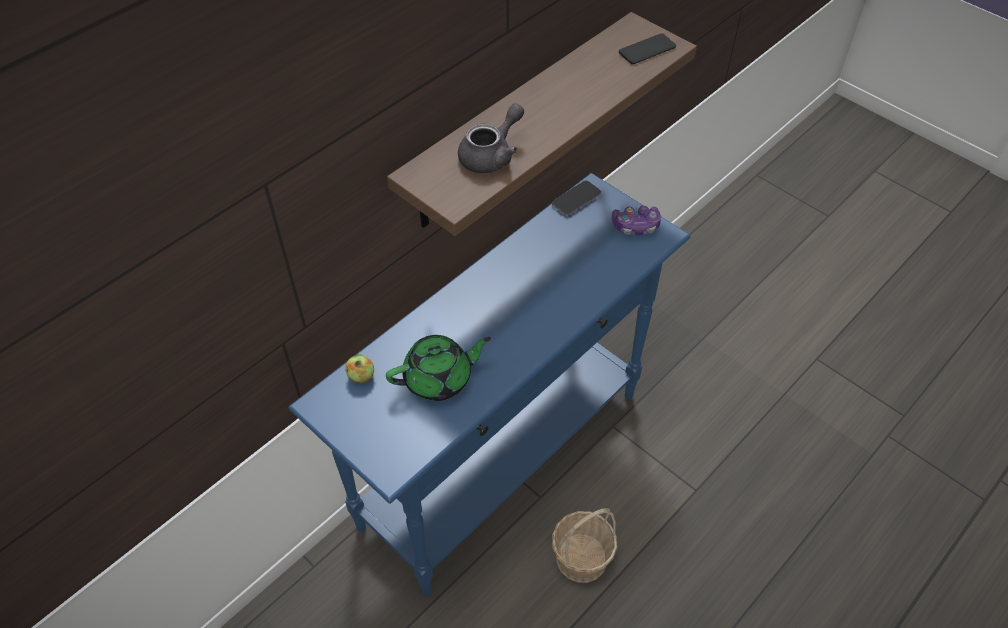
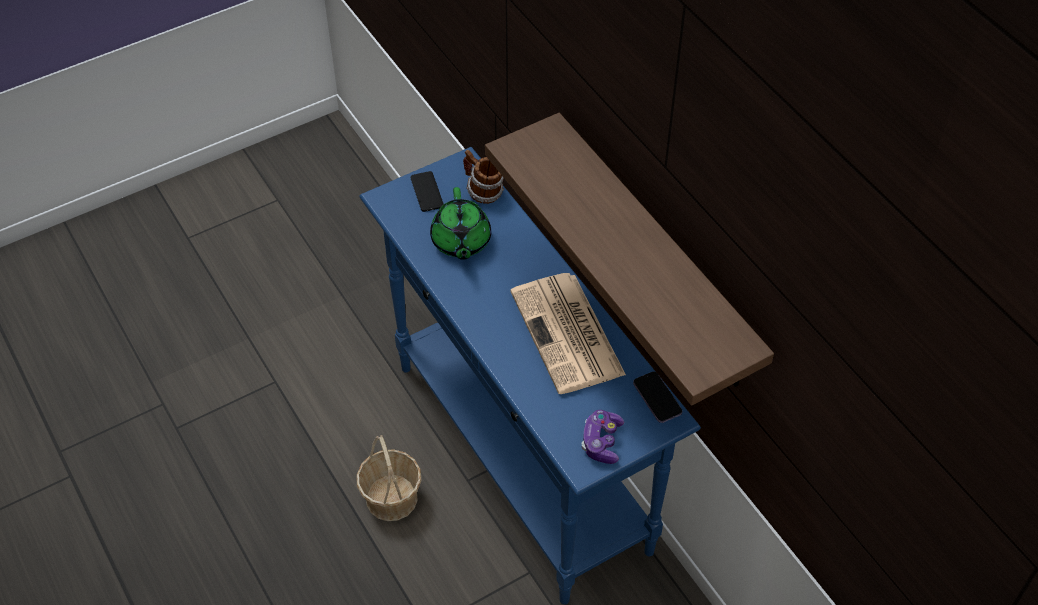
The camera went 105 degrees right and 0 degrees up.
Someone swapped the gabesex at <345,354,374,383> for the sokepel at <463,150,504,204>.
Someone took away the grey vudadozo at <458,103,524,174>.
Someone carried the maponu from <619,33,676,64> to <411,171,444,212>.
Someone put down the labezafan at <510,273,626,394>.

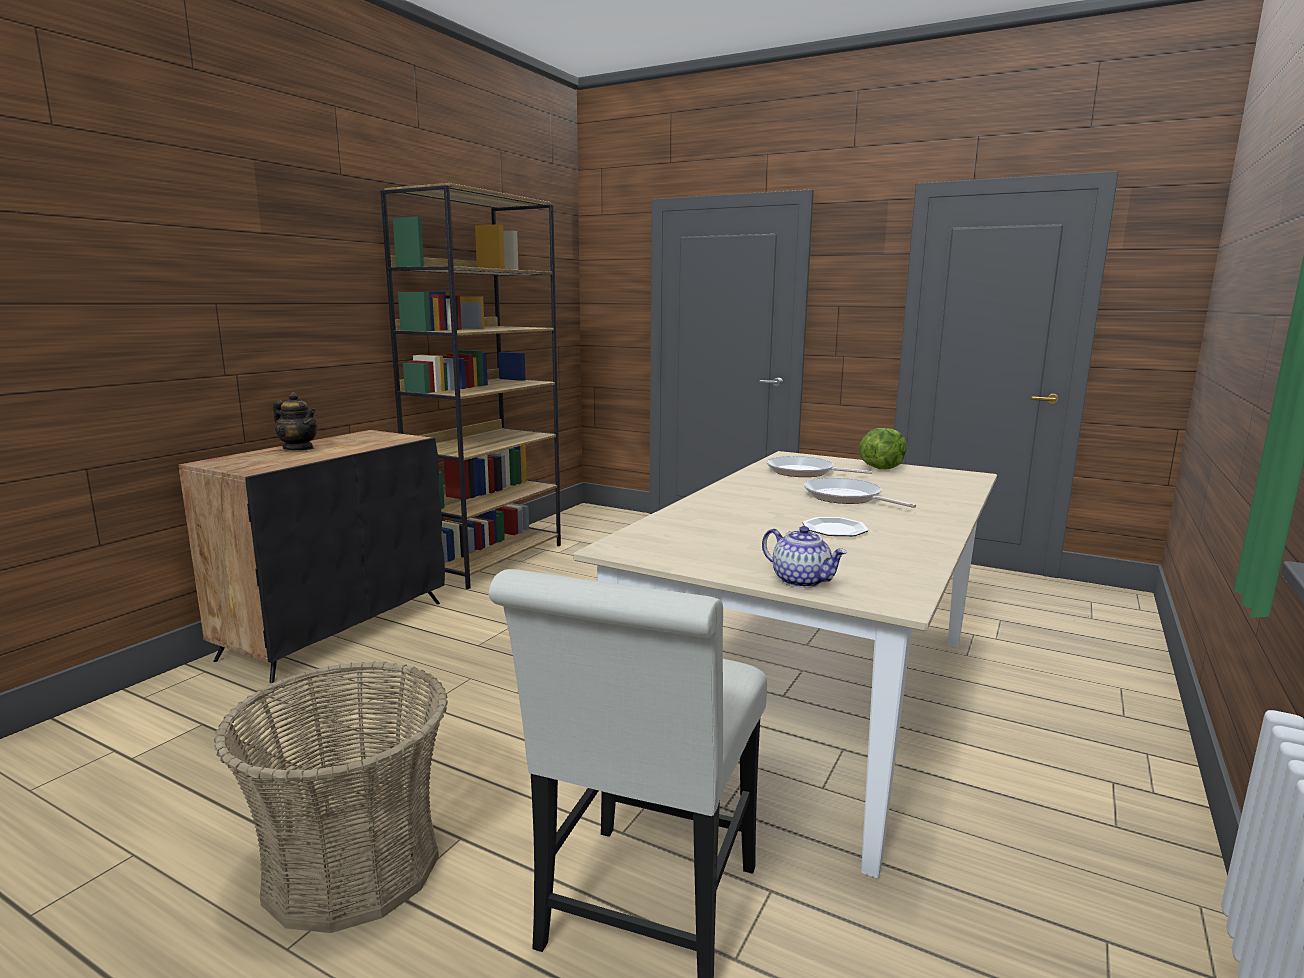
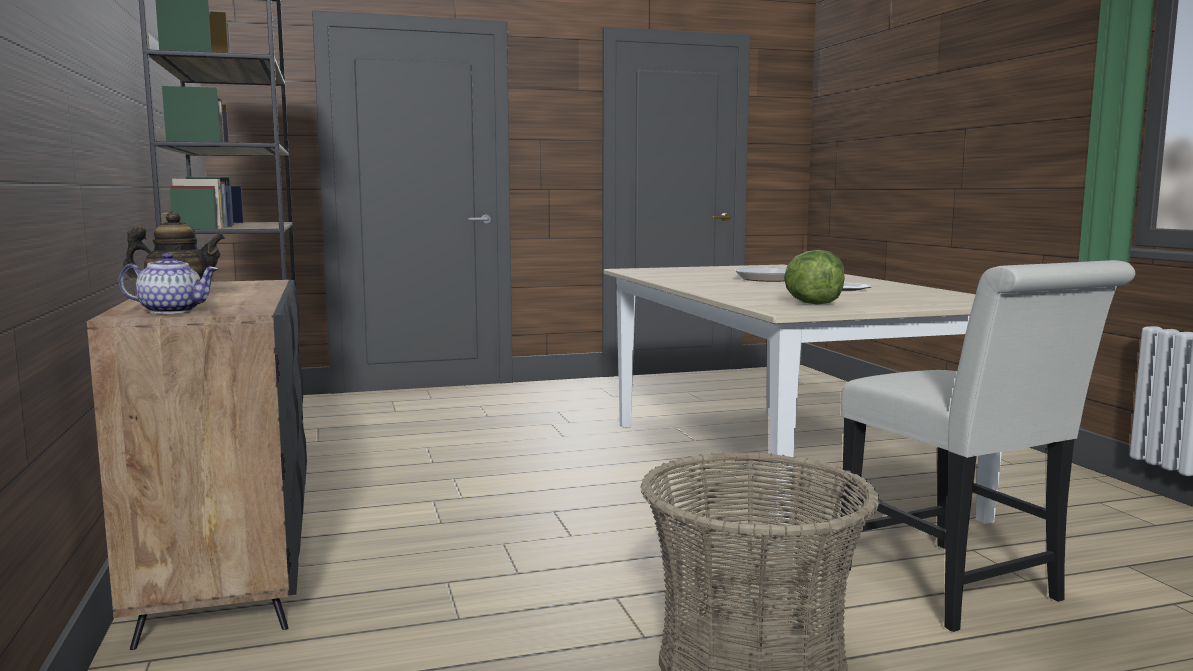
The camera went 45 degrees left and 5 degrees down.
Someone carried the vudadozo from <762,526,847,588> to <118,253,218,314>.
Someone took away the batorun at <766,456,872,477>.
Someone carried the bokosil from <859,428,906,469> to <784,250,845,305>.

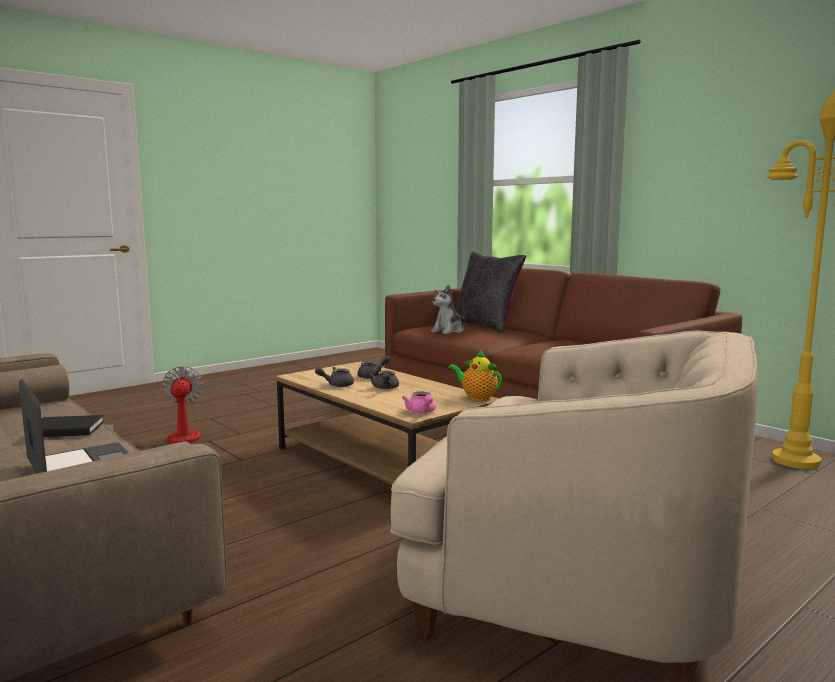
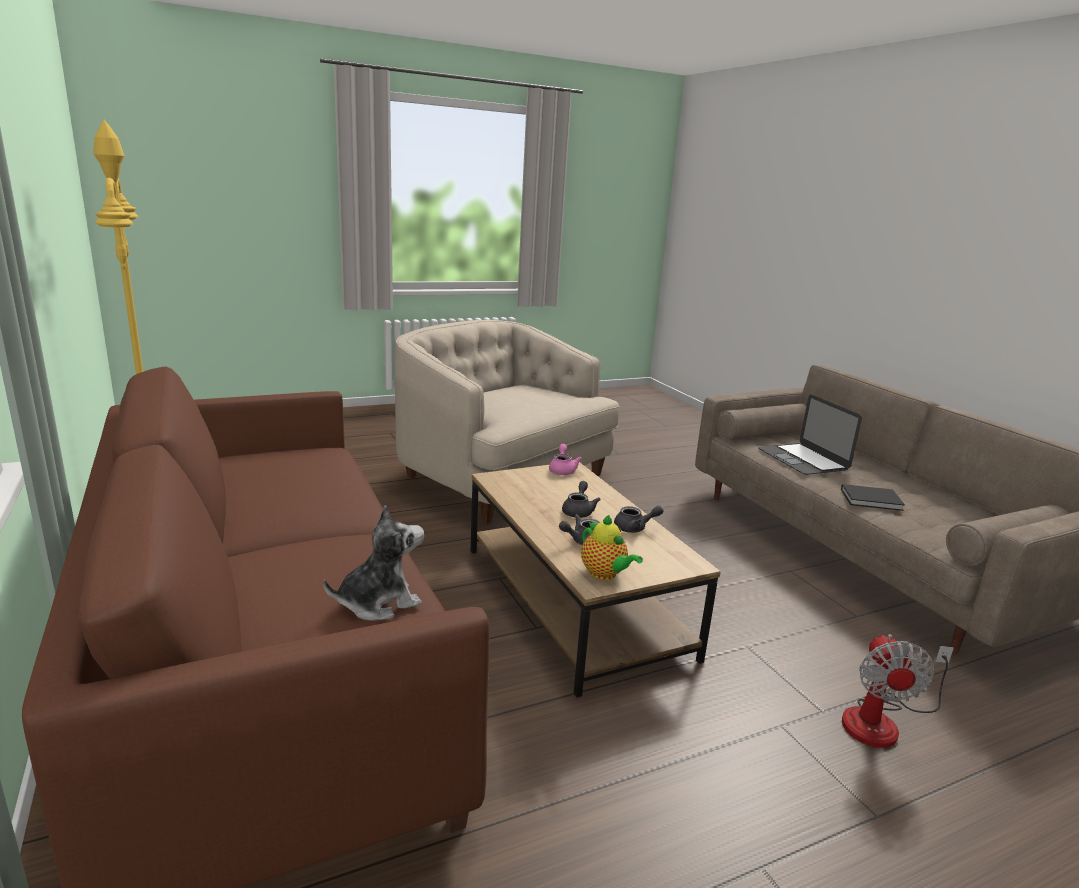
The camera went 165 degrees left and 10 degrees up.
Someone carried the vudadozo from <448,350,502,401> to <581,515,643,580>.
Someone took away the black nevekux at <455,252,526,332>.

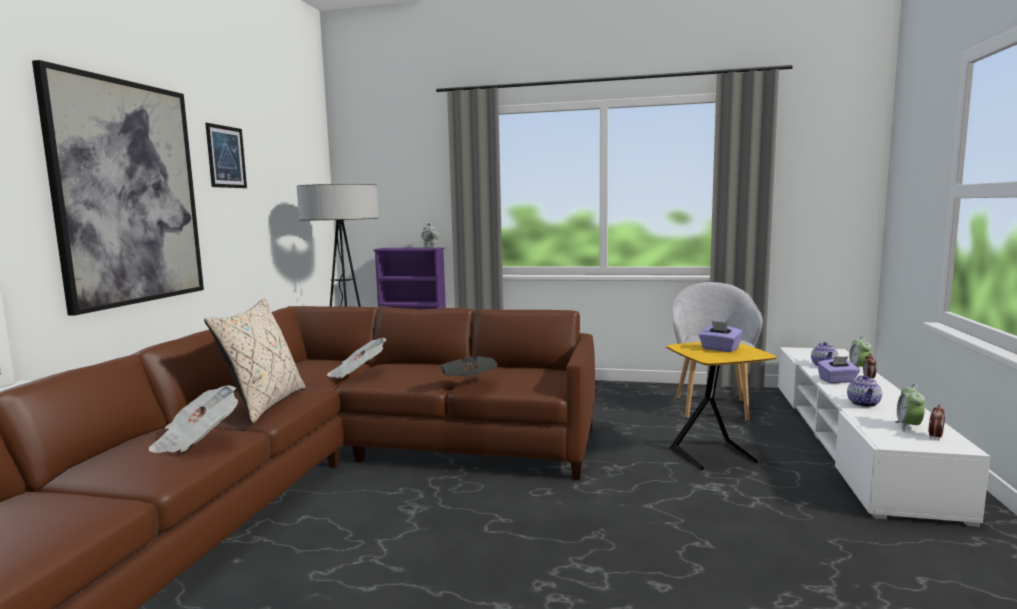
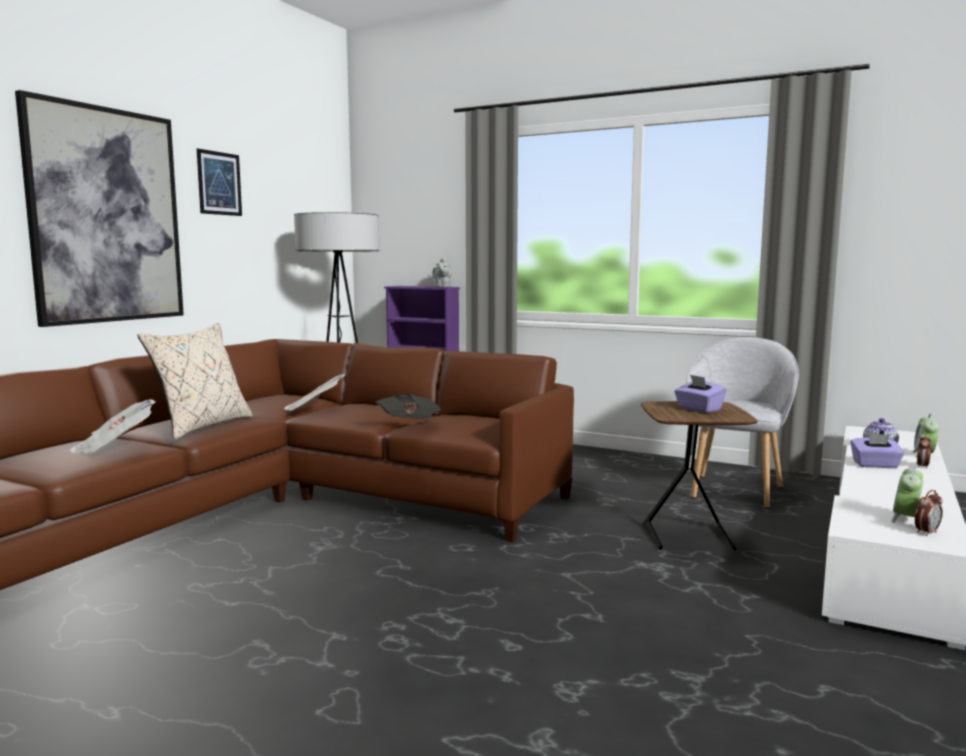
The camera went 15 degrees right and 0 degrees up.
Someone repainted the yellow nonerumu at <666,342,776,470>, which became the brown nonerumu at <641,401,757,551>.
Someone took away the vudadozo at <847,375,882,407>.

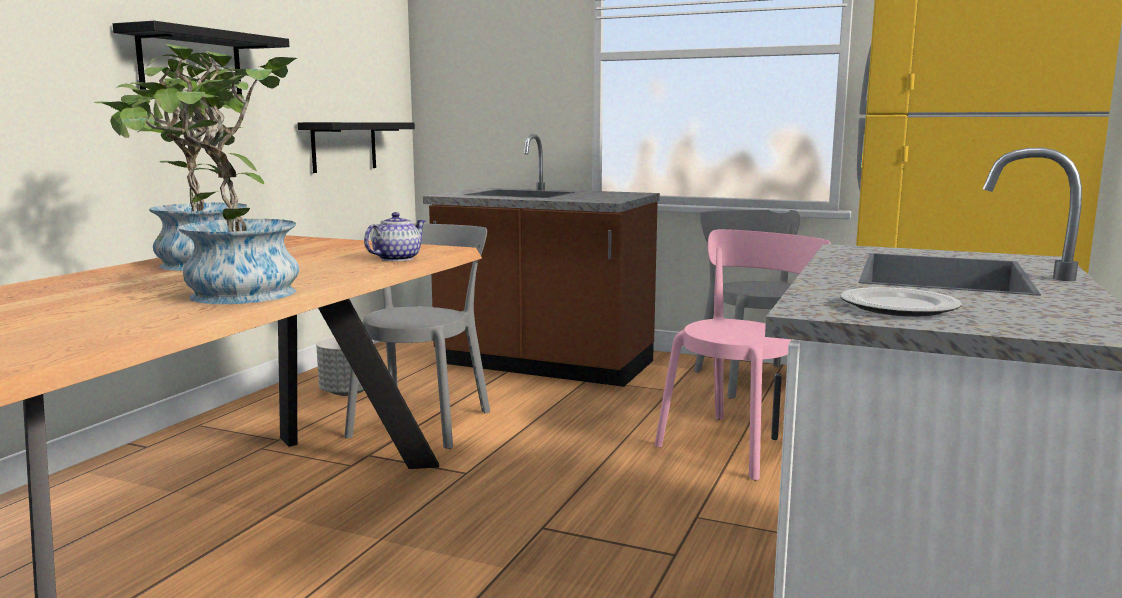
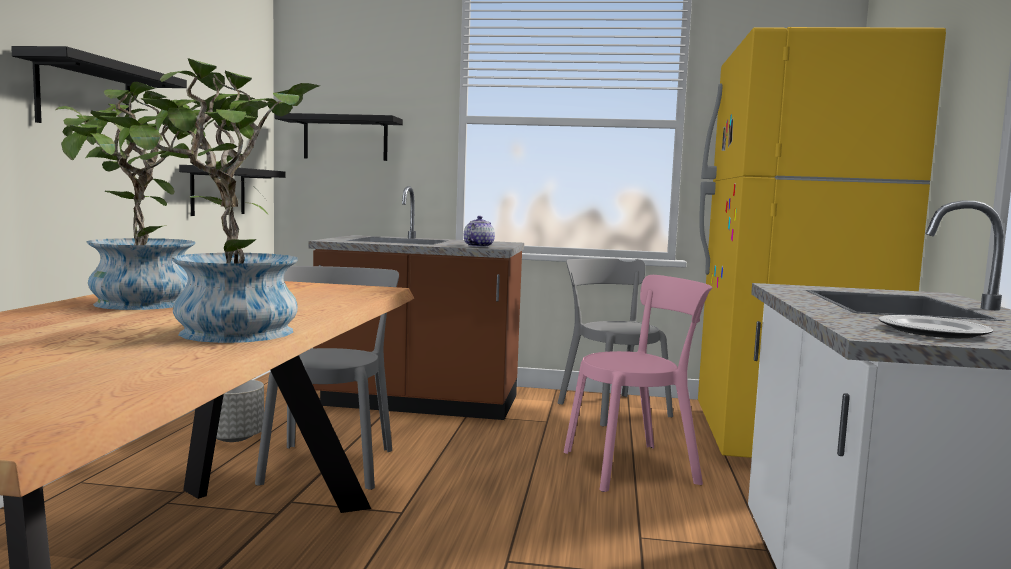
The camera went 15 degrees left and 5 degrees down.
Someone carried the vudadozo from <364,212,426,261> to <464,216,495,247>.
Someone rotated the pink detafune at <655,229,831,480> by 45 degrees clockwise.
Someone put up the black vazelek at <275,113,403,161>.

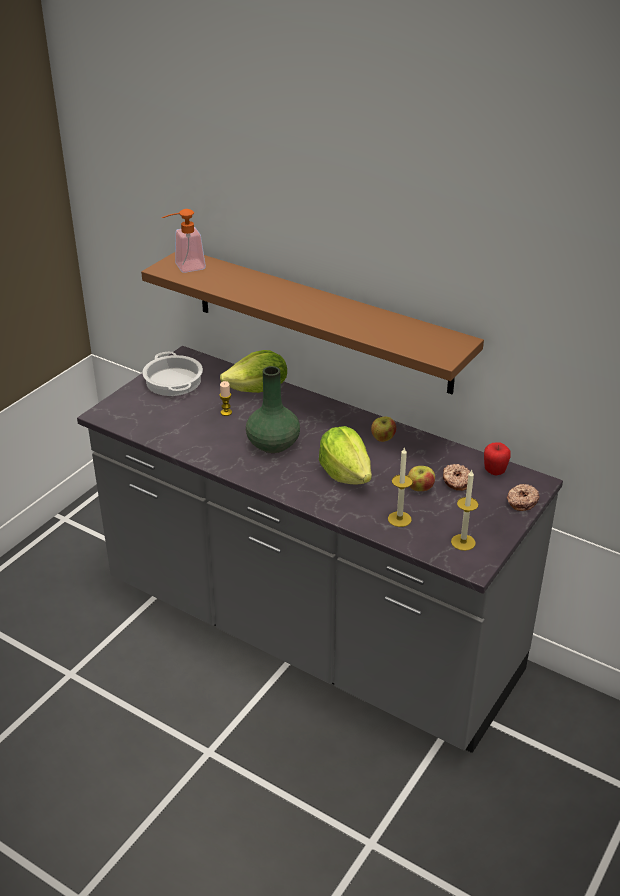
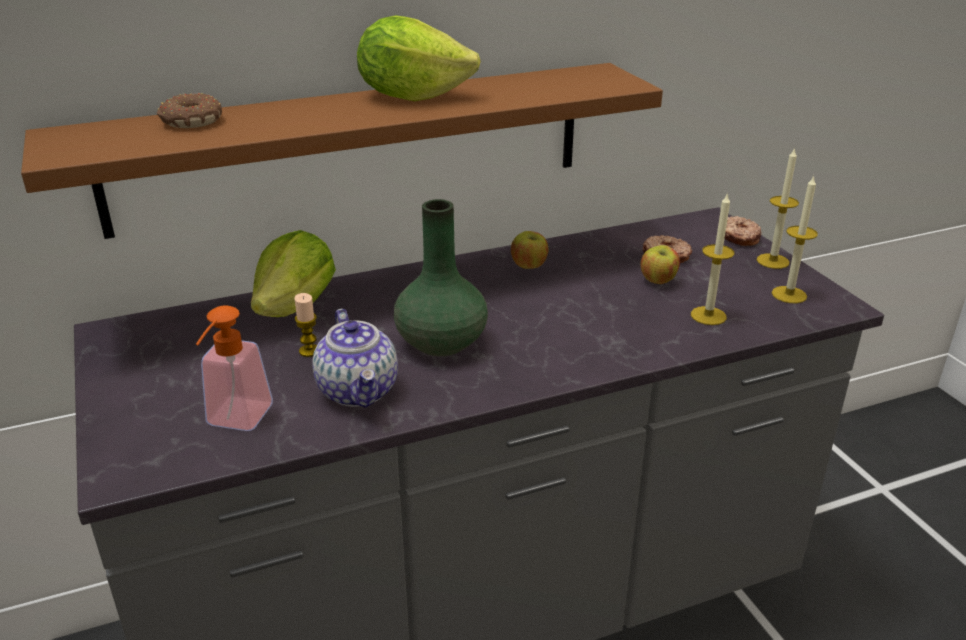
The camera went 55 degrees left and 5 degrees down.
Someone took away the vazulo at <142,352,203,396>.
Someone carried the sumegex from <162,209,206,273> to <196,306,273,431>.
Someone carried the bokosil from <319,426,372,485> to <357,15,481,101>.
Someone took away the gabesex at <484,442,511,475>.
Someone put down the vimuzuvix at <156,93,222,128>.
Someone put down the vudadozo at <312,309,398,408>.
Someone put down the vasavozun at <757,147,799,269>.

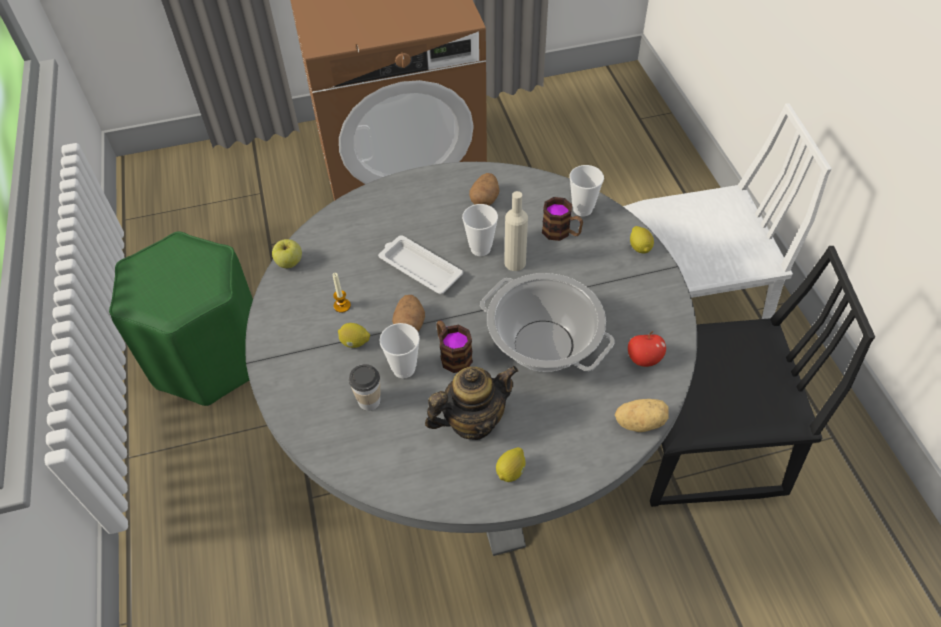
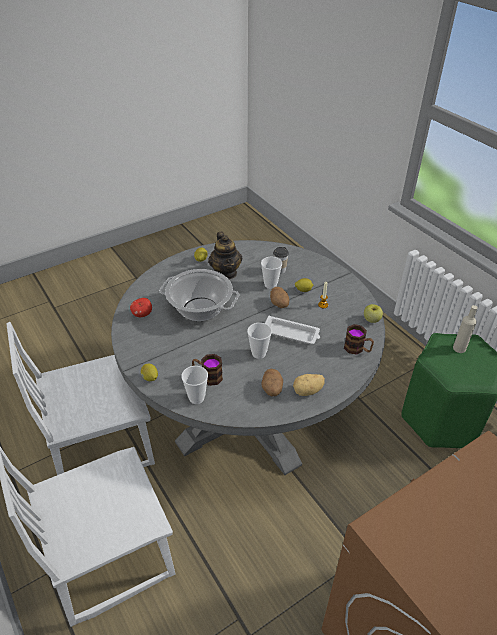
The camera went 160 degrees right and 10 degrees down.
Someone rotated the vudadozo at <425,366,518,440> by 60 degrees counterclockwise.
Someone carried the sokepel from <436,320,473,373> to <344,324,374,355>.
Someone carried the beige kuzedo from <504,191,528,271> to <453,305,478,353>.
Someone carried the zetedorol from <615,399,669,432> to <293,374,325,396>.
Someone repainted the black detafune at <650,246,875,507>, which became the white detafune at <6,322,155,475>.

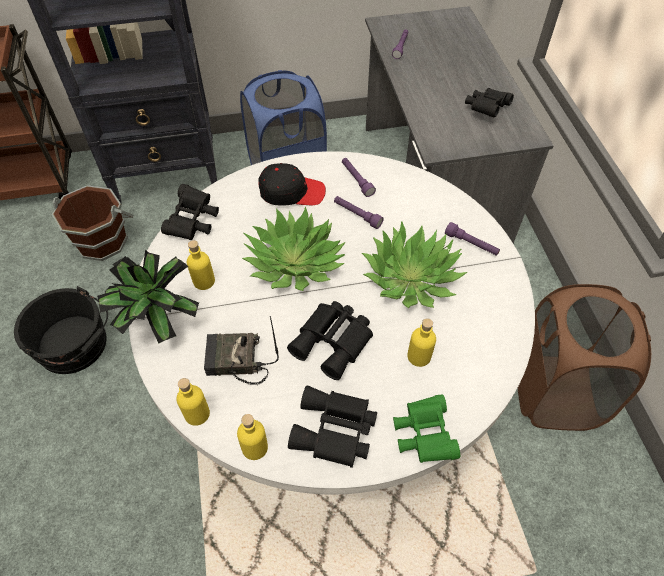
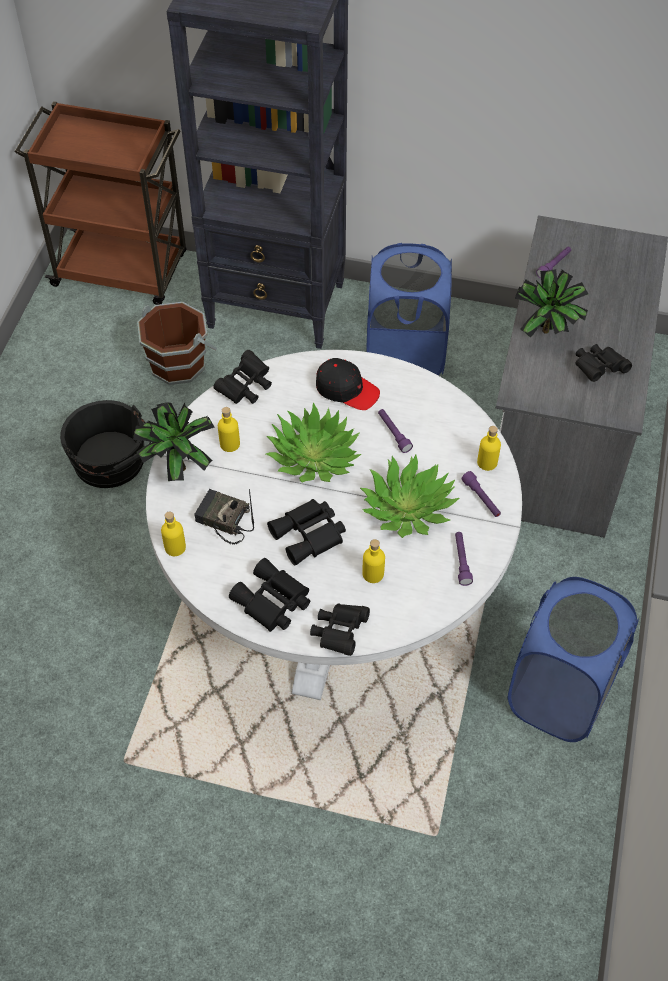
The camera went 25 degrees right and 0 degrees up.
Someone carried the yellow kuzedo from <237,414,268,460> to <477,426,501,471>.
Someone carried the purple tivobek from <342,158,376,197> to <455,532,473,586>.
Someone repainted the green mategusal at <393,394,460,463>, which became the black mategusal at <310,603,370,656>.
Someone repainted the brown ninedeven at <518,284,651,431>, which became the blue ninedeven at <507,577,639,742>.
Someone put down the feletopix at <514,269,588,338>.

